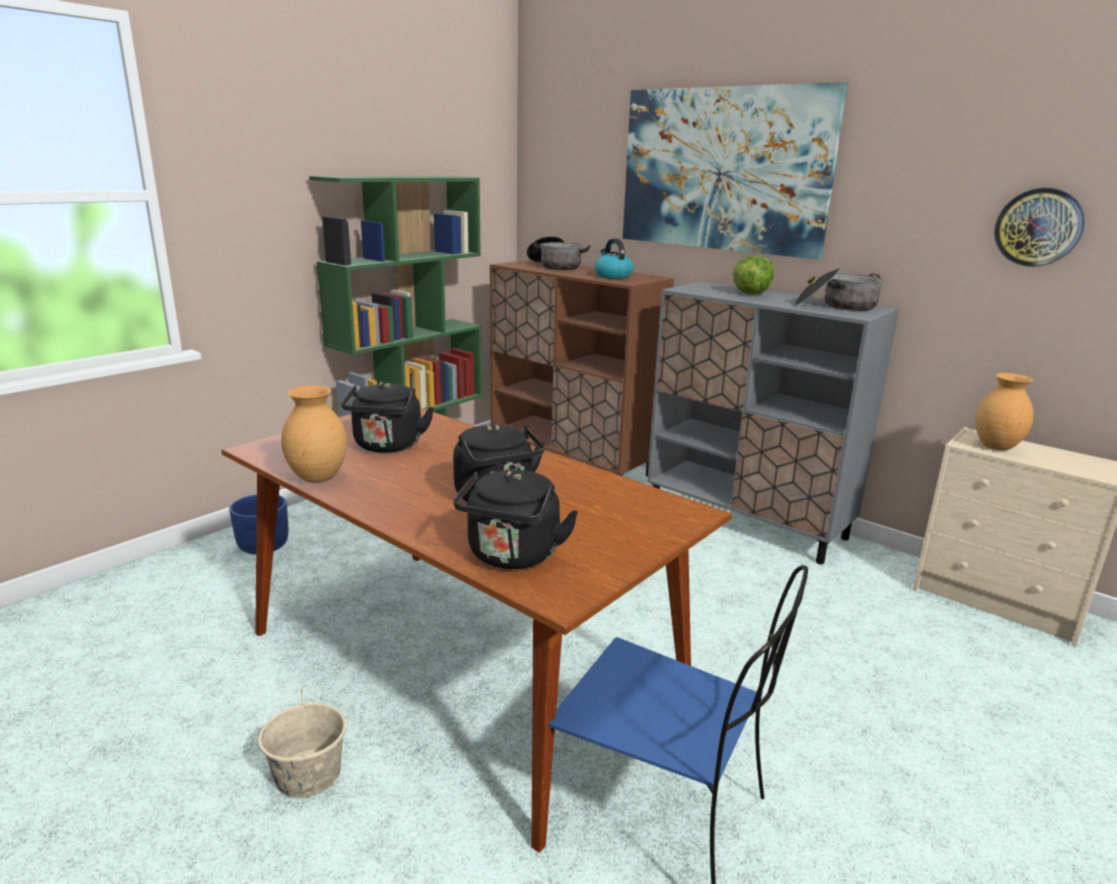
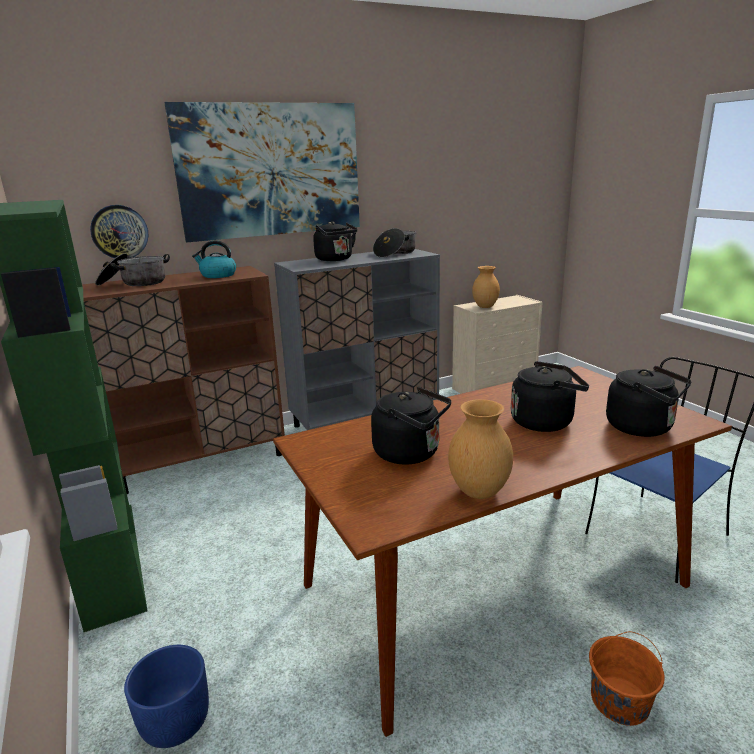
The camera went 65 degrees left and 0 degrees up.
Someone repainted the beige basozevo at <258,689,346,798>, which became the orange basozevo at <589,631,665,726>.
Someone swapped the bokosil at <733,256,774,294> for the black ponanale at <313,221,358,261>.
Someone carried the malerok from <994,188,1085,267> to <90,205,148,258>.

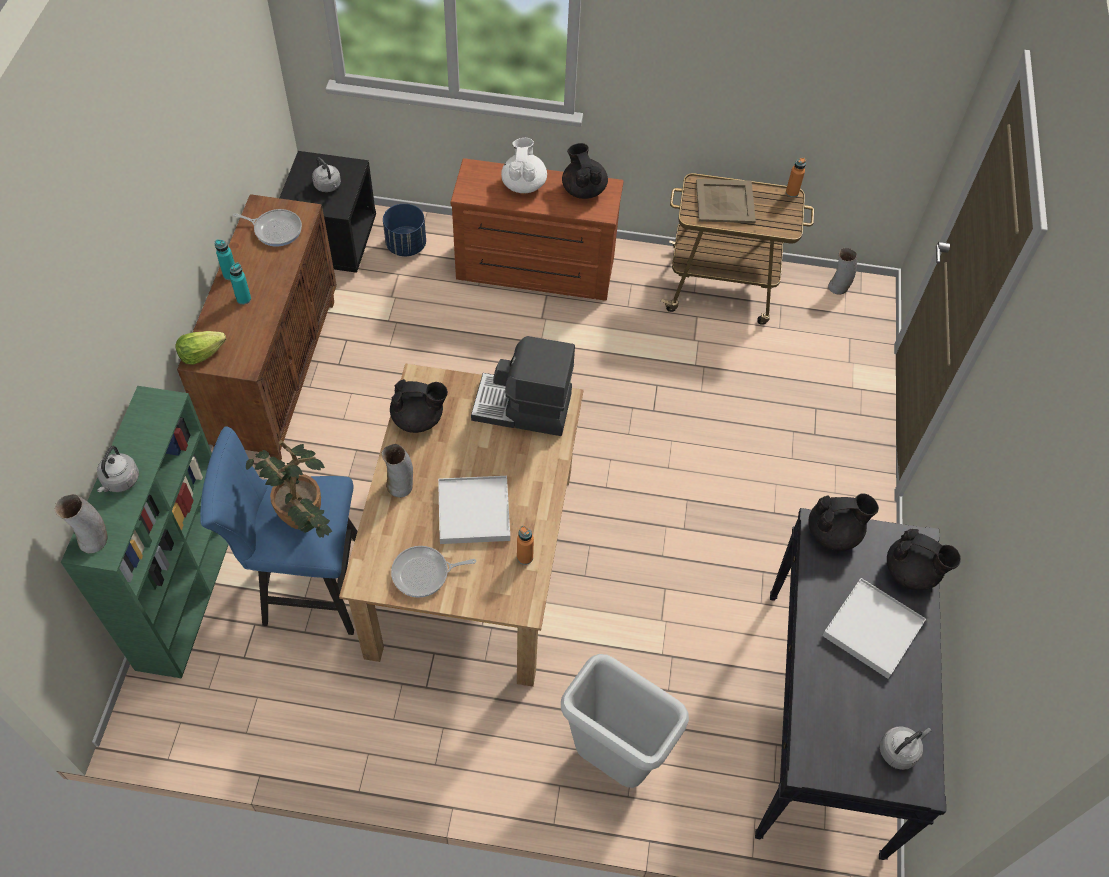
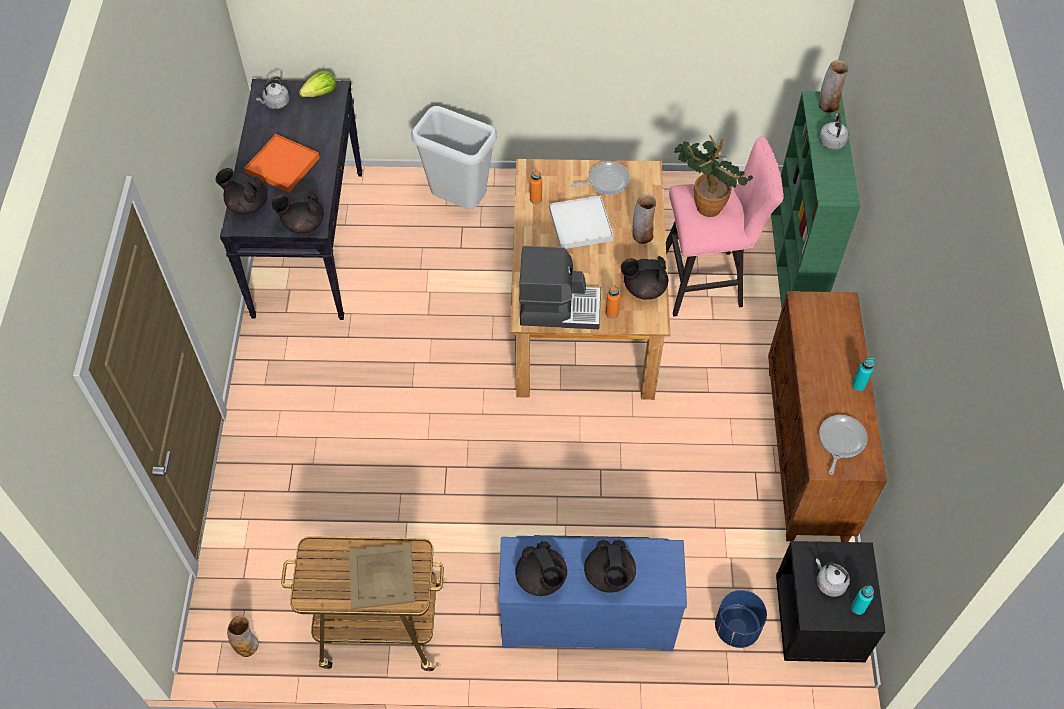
The camera went 175 degrees right and 0 degrees up.
Someone carried the bokosil from <176,331,226,365> to <299,71,336,97>.
Someone repainted the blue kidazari at <200,426,358,635>, which became the pink kidazari at <666,136,783,317>.
Someone carried the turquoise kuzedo from <230,263,251,305> to <851,585,874,615>.
Someone rotated the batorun at <233,209,302,247> by 105 degrees clockwise.
Someone repainted the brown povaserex at <451,158,624,301>, which became the blue povaserex at <498,535,687,651>.
Someone repainted the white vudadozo at <501,138,547,193>, which became the black vudadozo at <584,539,636,593>.
Someone carried the orange kuzedo from <786,157,806,198> to <606,285,620,319>.
Someone repainted the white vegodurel at <822,578,926,679>, which became the orange vegodurel at <245,134,320,193>.

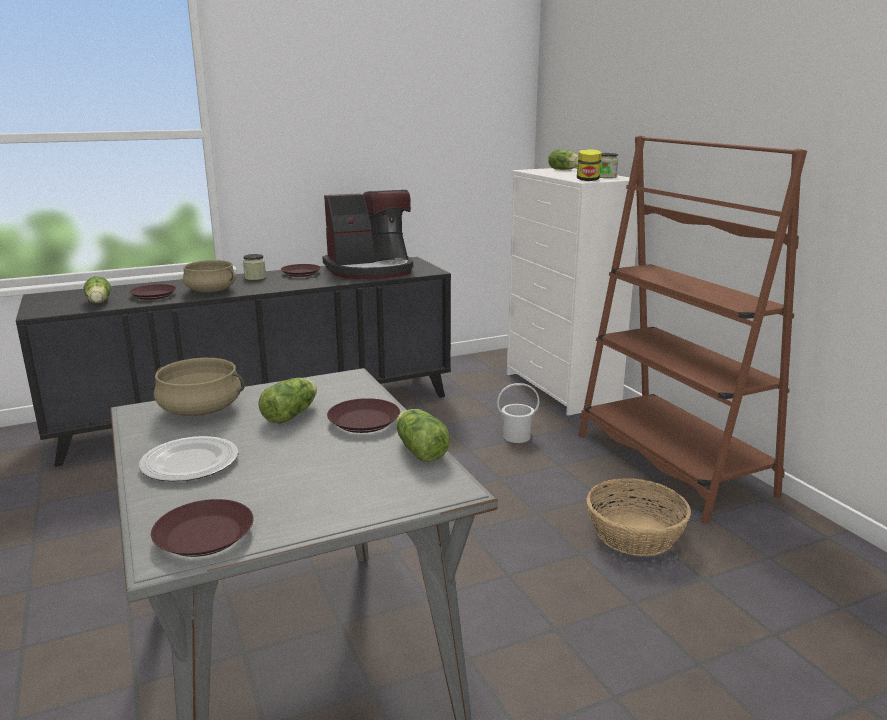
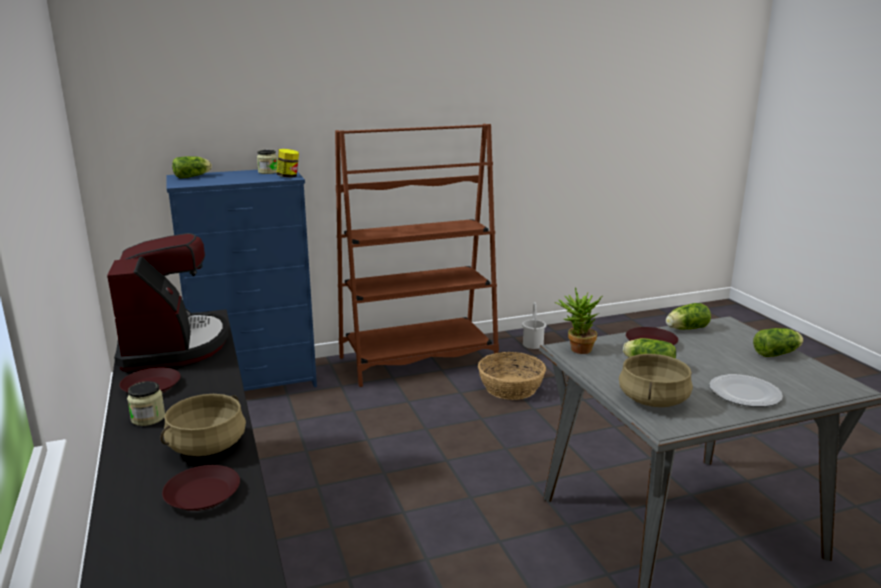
The camera went 85 degrees left and 0 degrees up.
Someone carried the bokosil from <84,276,111,303> to <753,328,803,357>.
Someone took away the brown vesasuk at <151,499,253,557>.
Someone carried the white basozevo from <497,383,539,443> to <522,302,546,349>.
Someone repainted the white povaserex at <507,168,645,416>, which became the blue povaserex at <167,170,317,391>.
Someone put down the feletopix at <555,287,602,354>.

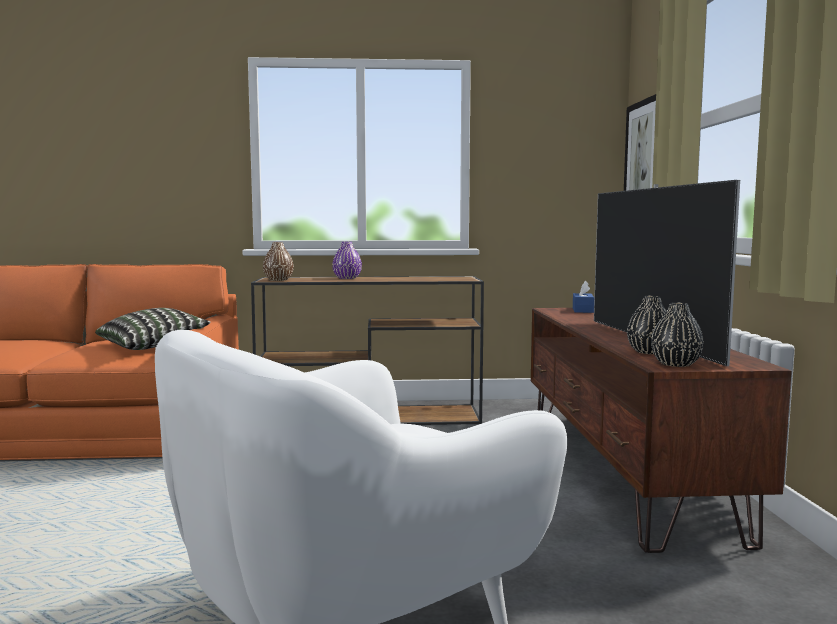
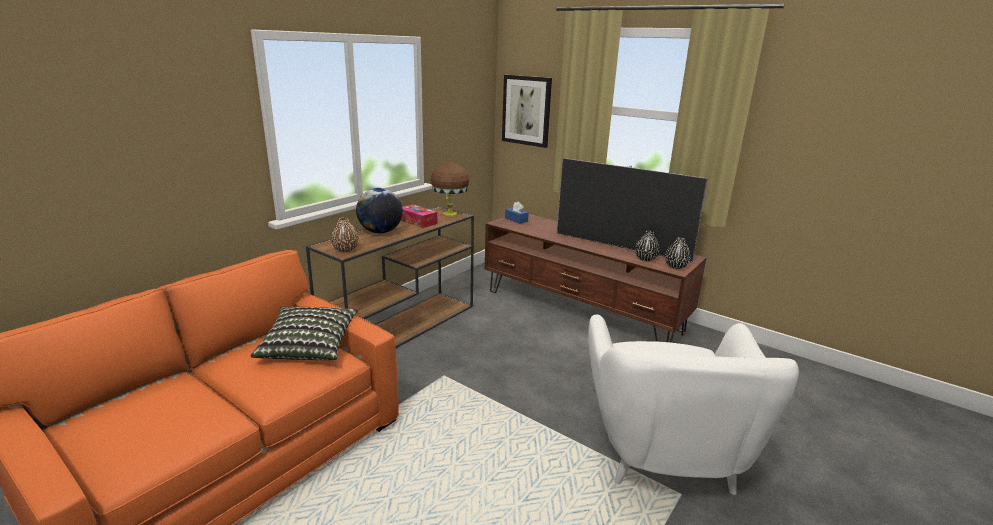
The camera went 50 degrees left and 15 degrees up.
Someone swapped the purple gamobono at <332,242,362,279> for the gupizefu at <356,188,403,233>.
Someone put down the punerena at <401,204,437,228>.
Someone put down the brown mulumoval at <431,161,470,216>.

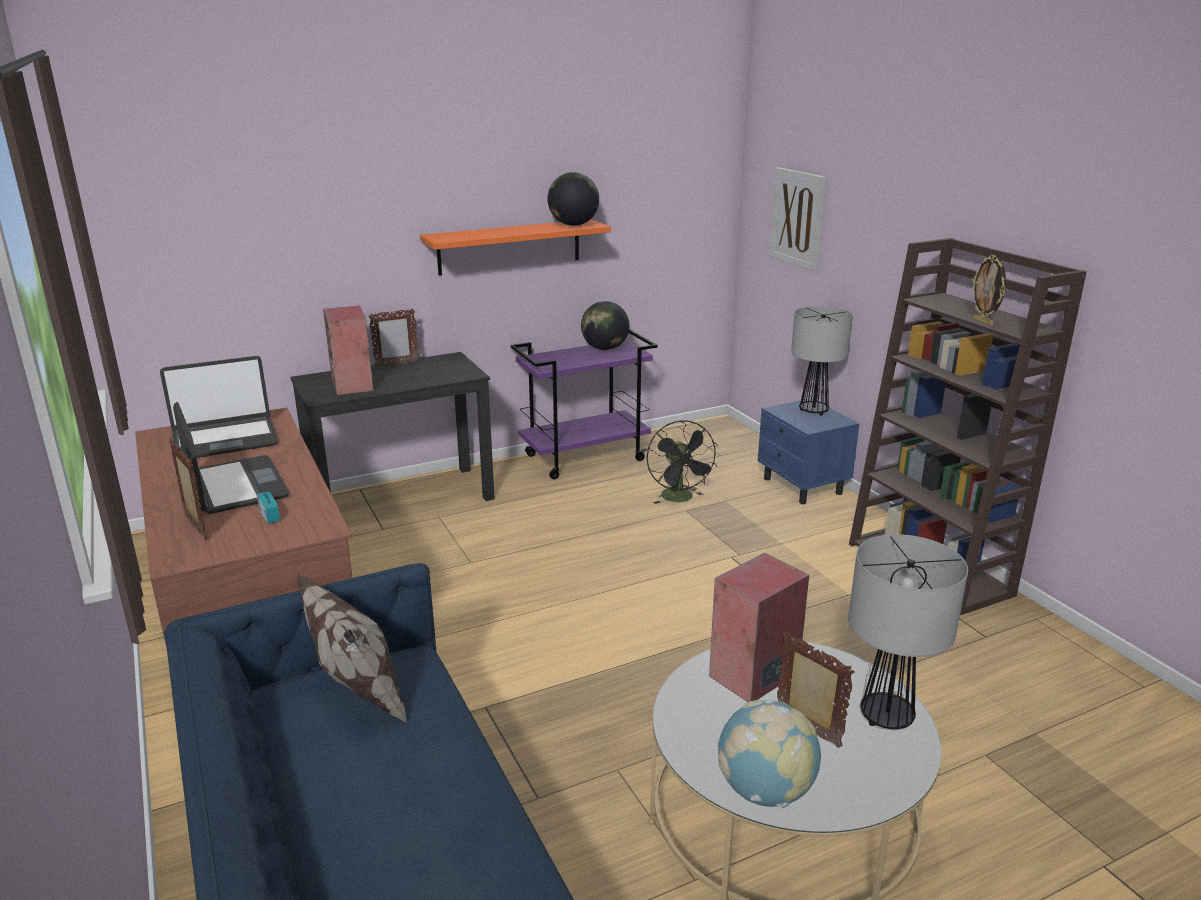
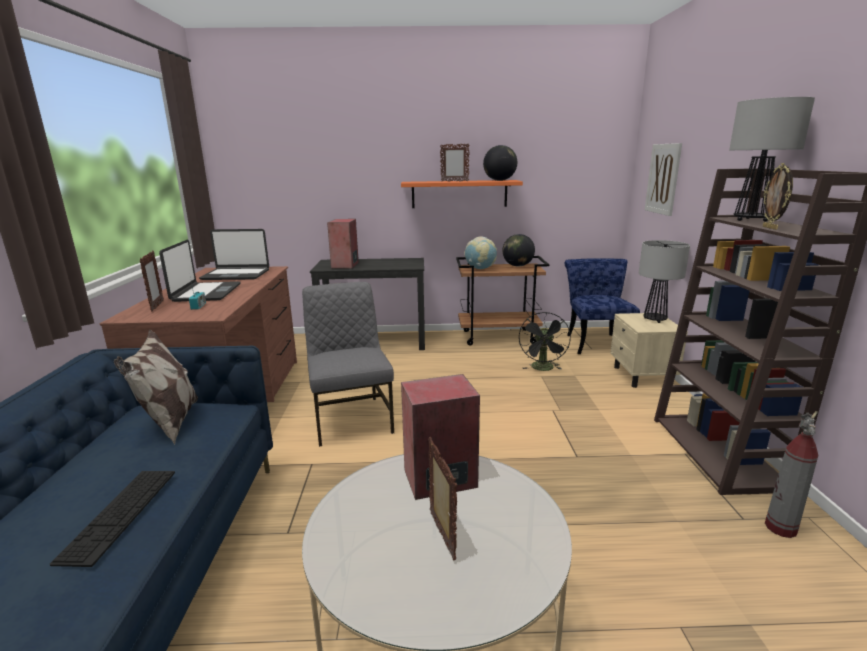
The camera went 25 degrees right and 5 degrees down.
Someone carried the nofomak from <368,309,419,367> to <440,143,470,181>.
Someone repainted the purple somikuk at <511,329,658,479>, which became the brown somikuk at <456,256,549,346>.
Someone carried the gupizefu from <717,699,821,808> to <464,236,497,269>.
Someone repainted the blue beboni at <758,398,860,504>, which became the beige beboni at <610,313,688,388>.
Someone carried the mulumoval from <848,534,968,729> to <729,97,815,222>.
Someone put down the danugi at <50,471,175,567>.
Someone put down the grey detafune at <302,282,394,447>.
Someone put down the blue detafune at <565,258,640,354>.
Someone put down the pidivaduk at <765,411,818,538>.

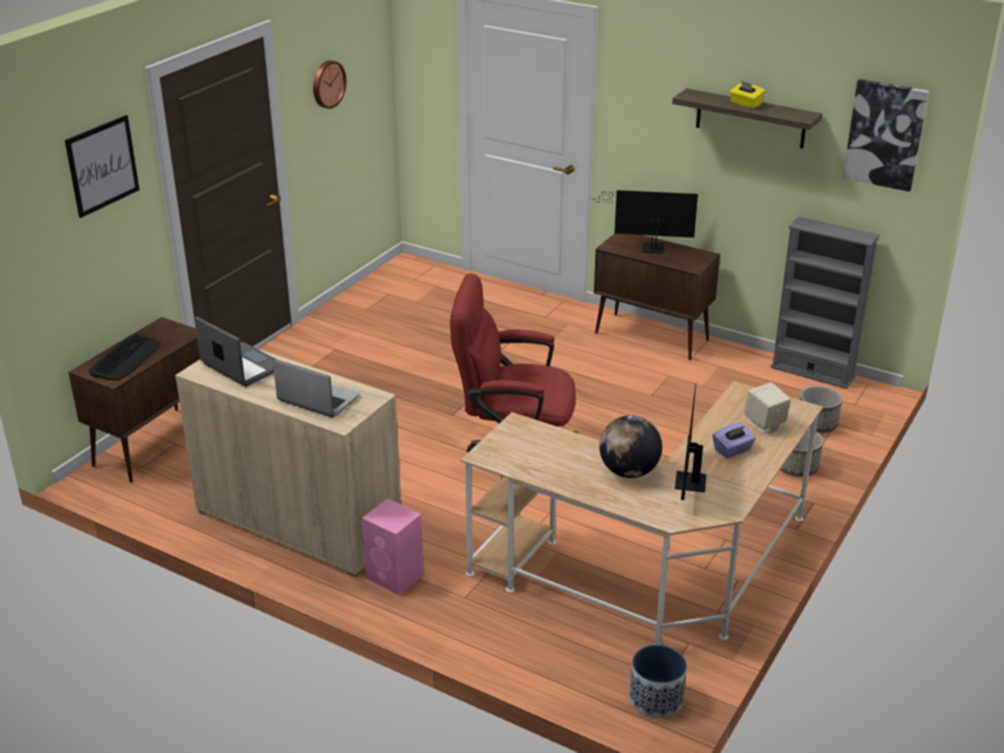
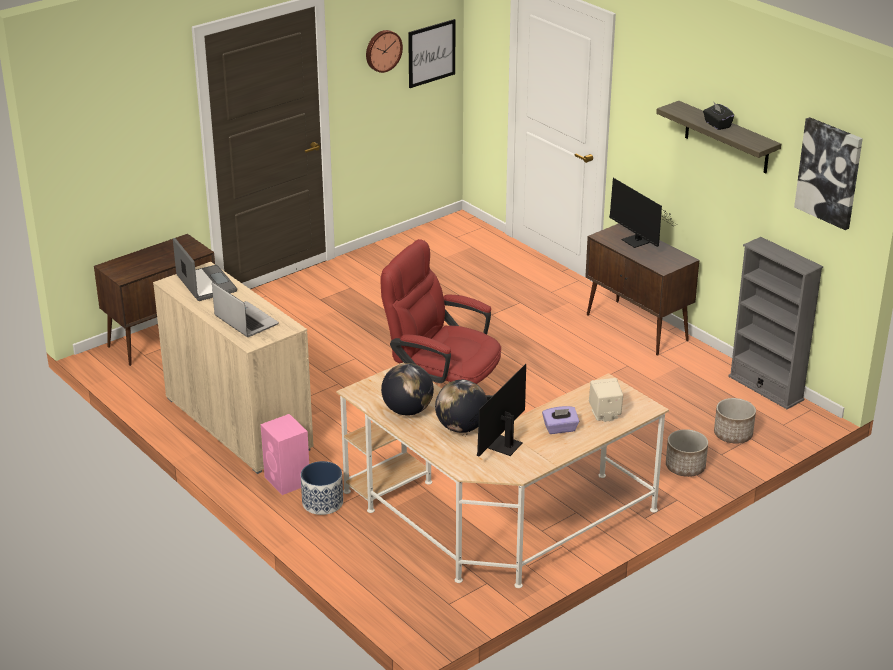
The camera went 20 degrees right and 0 degrees up.
Someone carried the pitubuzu from <65,115,140,218> to <408,19,455,88>.
Someone took away the danugi at <88,334,161,380>.
Someone rotated the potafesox at <596,190,698,254> by 150 degrees counterclockwise.
Someone carried the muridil from <630,645,687,718> to <301,461,343,515>.
Someone repainted the yellow punerena at <729,80,766,109>, which became the black punerena at <703,103,734,130>.
Someone put down the gupizefu at <381,363,434,415>.

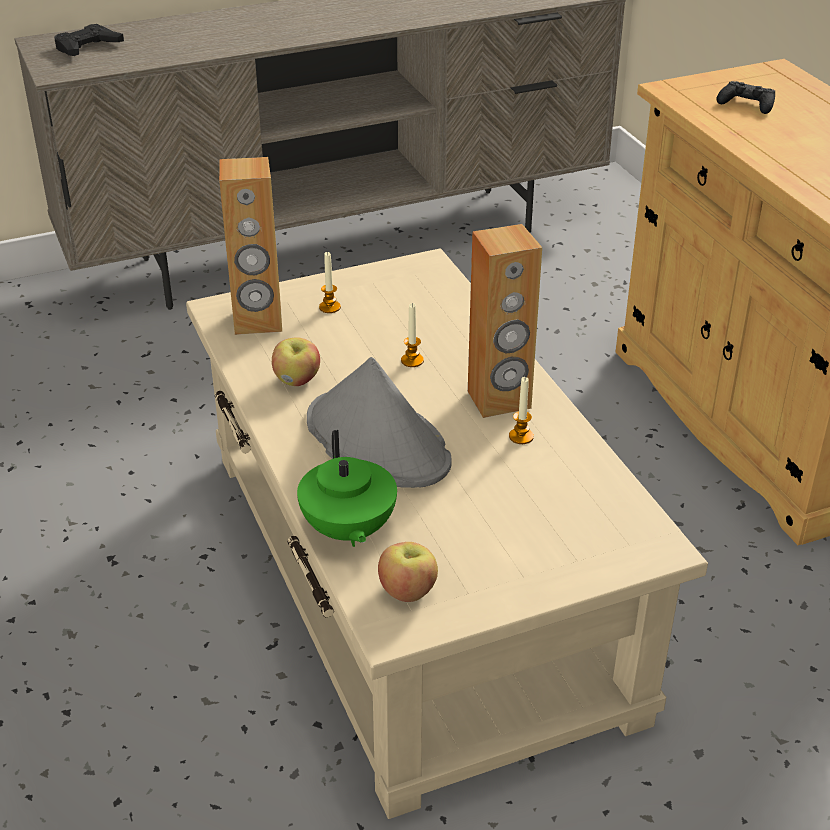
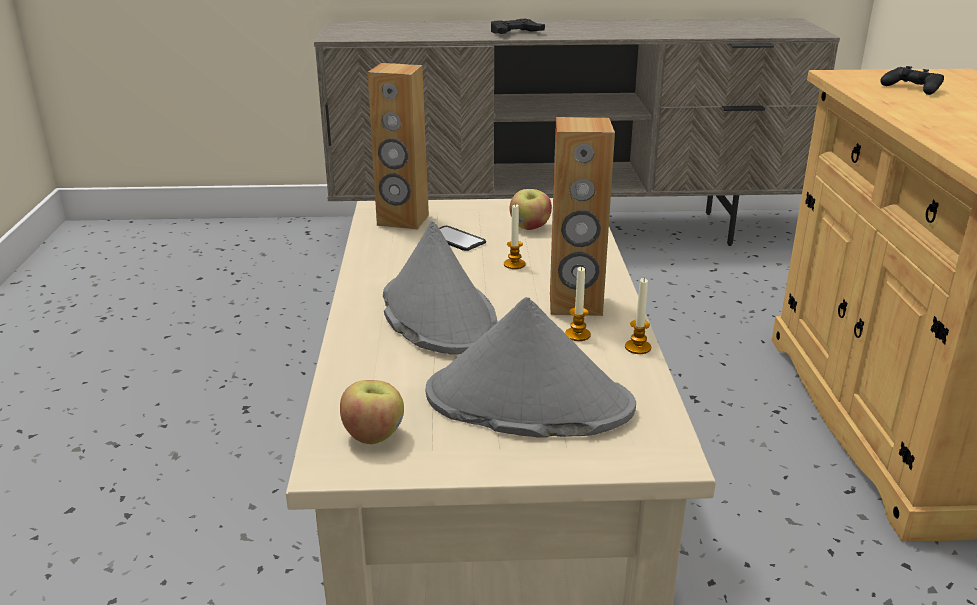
The camera went 20 degrees right and 10 degrees down.
Someone carried the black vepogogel from <54,24,124,56> to <491,18,545,34>.
Someone carried the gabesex from <272,337,320,386> to <509,189,552,230>.
Someone took away the green vudadozo at <297,430,397,547>.
Someone carried the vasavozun from <319,251,341,313> to <625,277,651,354>.
Someone put down the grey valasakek at <426,297,636,438>.
Someone put down the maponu at <439,226,486,251>.

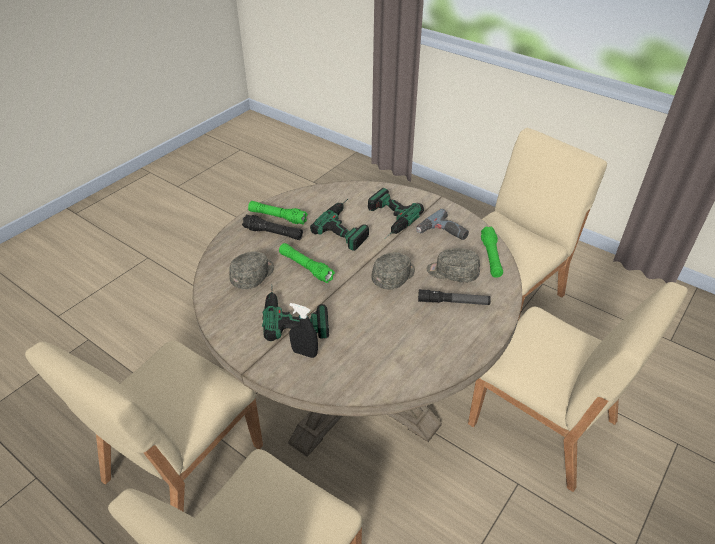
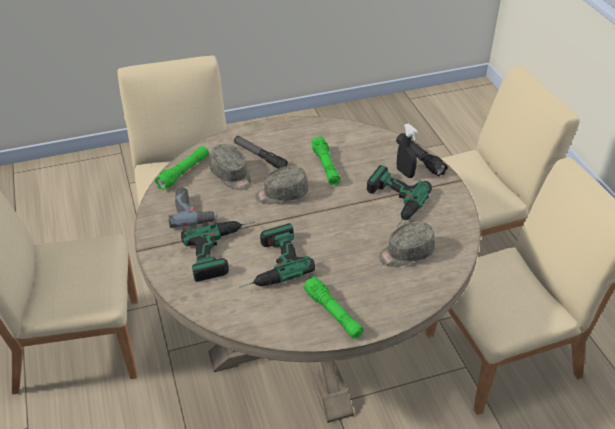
The camera went 145 degrees left and 0 degrees up.
Someone carried the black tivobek from <242,215,303,240> to <396,133,448,177>.
Someone carried the green tivobek from <279,243,335,283> to <311,136,341,185>.

